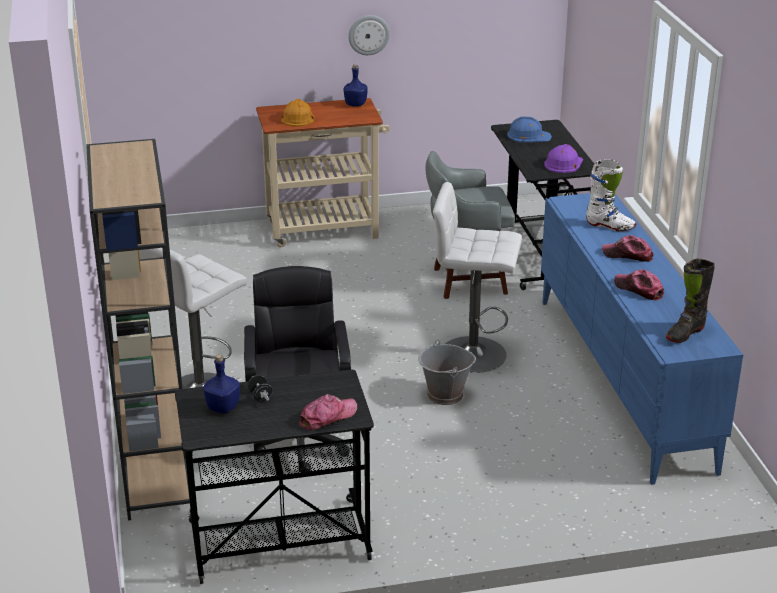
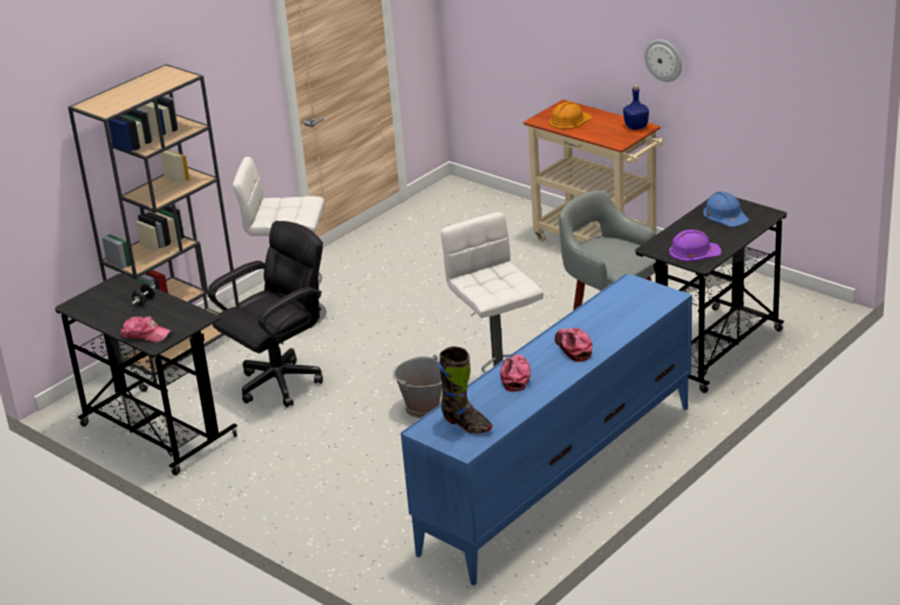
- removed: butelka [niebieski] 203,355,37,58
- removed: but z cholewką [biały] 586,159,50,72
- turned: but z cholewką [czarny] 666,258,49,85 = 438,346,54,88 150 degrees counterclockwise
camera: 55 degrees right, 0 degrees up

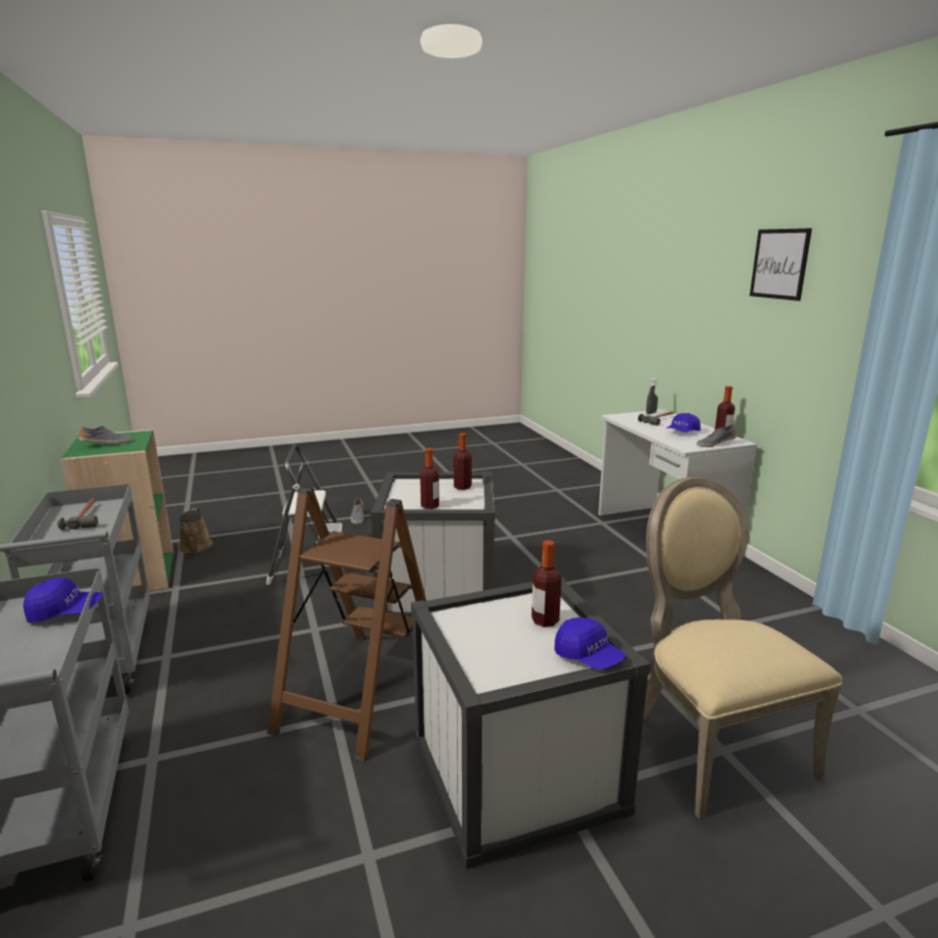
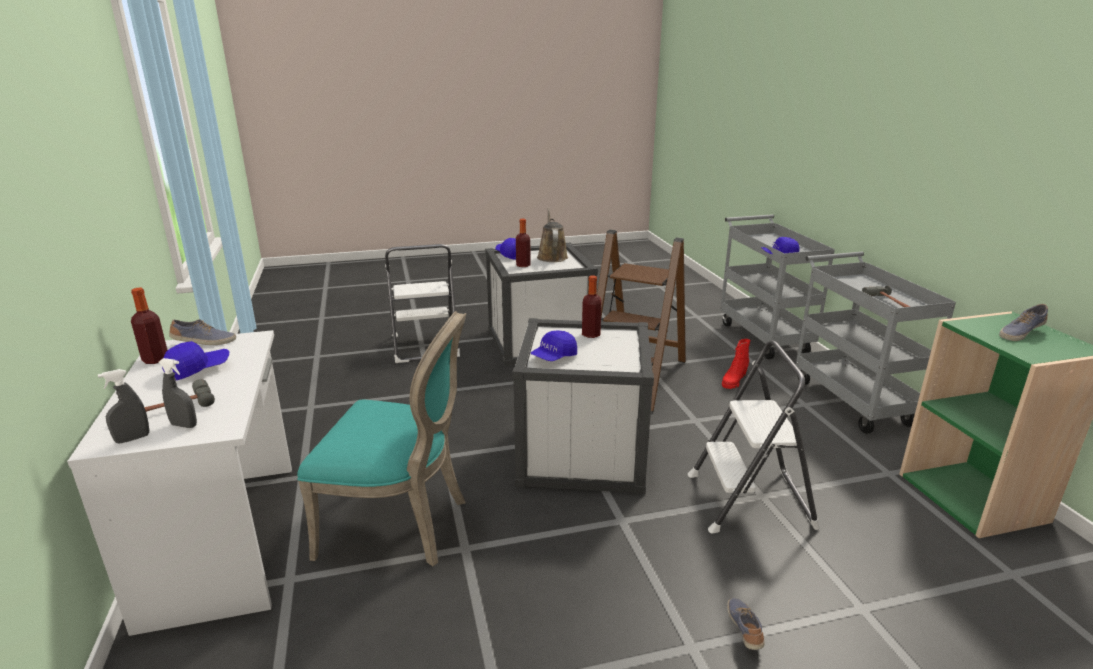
- moved: konewka [brązowy] 178,508,35,45 to 537,208,31,54
- replaced: butelka 454,433,18,57 to czapka z daszkiem [niebieski] 530,331,47,30
- replaced: krzesło [beżowy] 643,477,200,342 to drabinka [biały] 385,244,75,119
- removed: obraz 750,228,62,73
- added: spryskiwacz [szary] 159,358,38,70
- added: krzesło [turkusowy] 297,311,169,255
- added: but z cholewką [czerwony] 722,339,28,50
camera: 175 degrees left, 5 degrees up

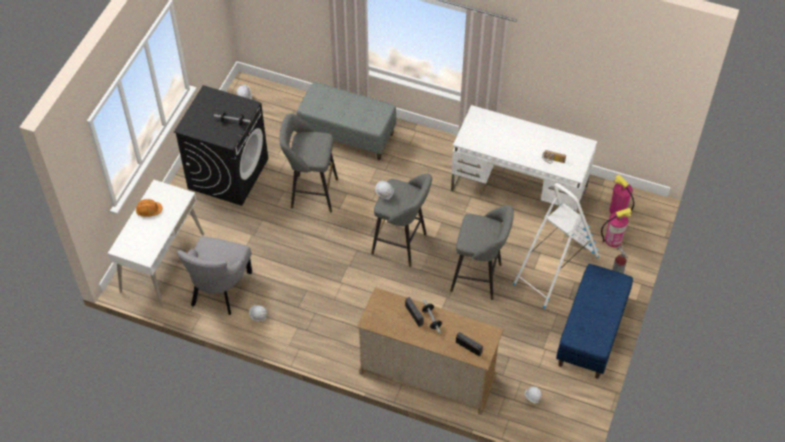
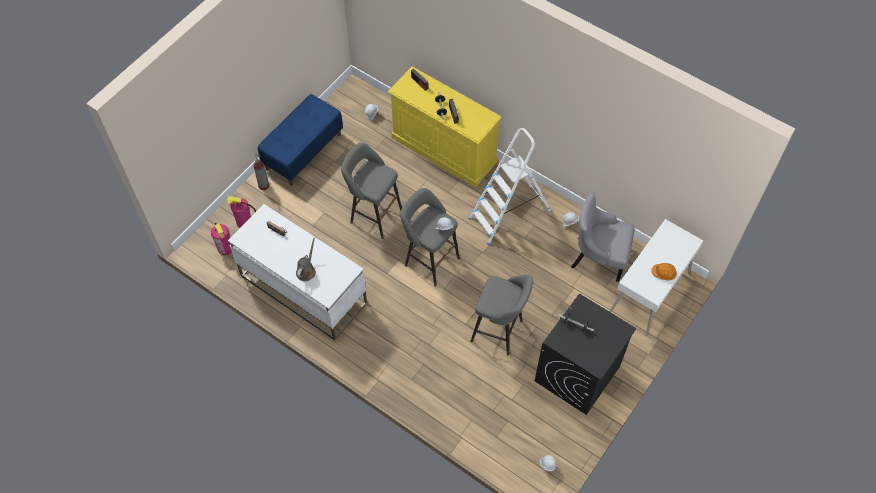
- turned: krzesło [szary] 177,236,75,79 = 571,192,63,90 105 degrees counterclockwise
- removed: ławka [szary] 297,82,99,78
- recoloured: szafka [brązowy] 357,287,147,128 to szafka [żółty] 388,67,114,121
- moved: drabinka [biały] 513,183,86,126 to 469,128,83,117
- added: konewka [brązowy] 296,237,20,44
camera: 165 degrees left, 5 degrees up

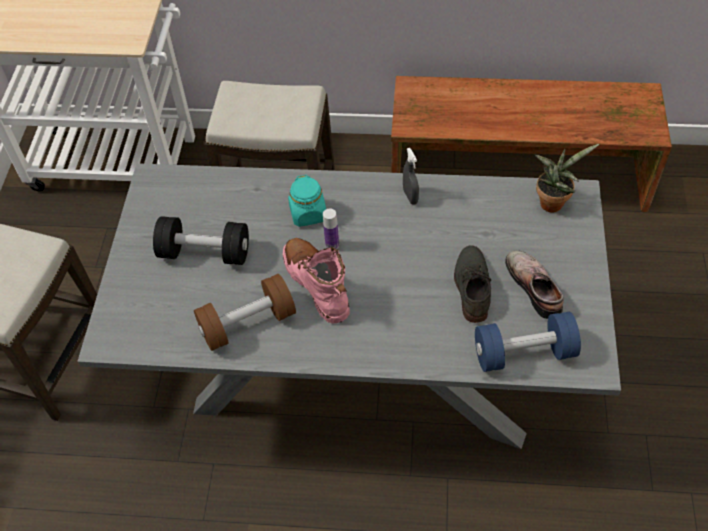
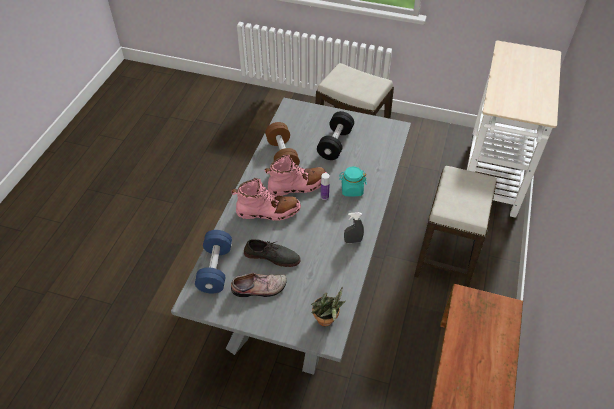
- added: but z cholewką [różowy] 231,178,70,43
camera: 100 degrees right, 5 degrees down

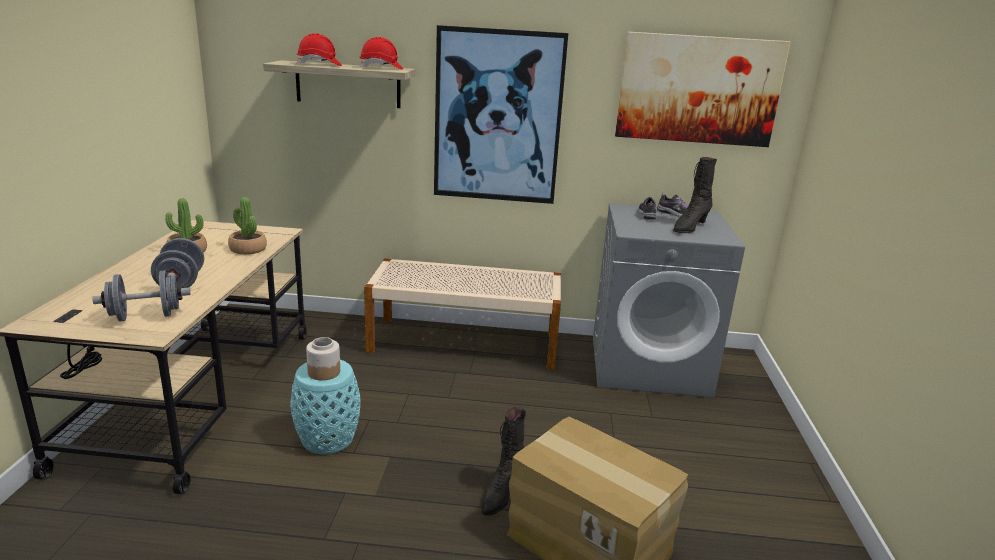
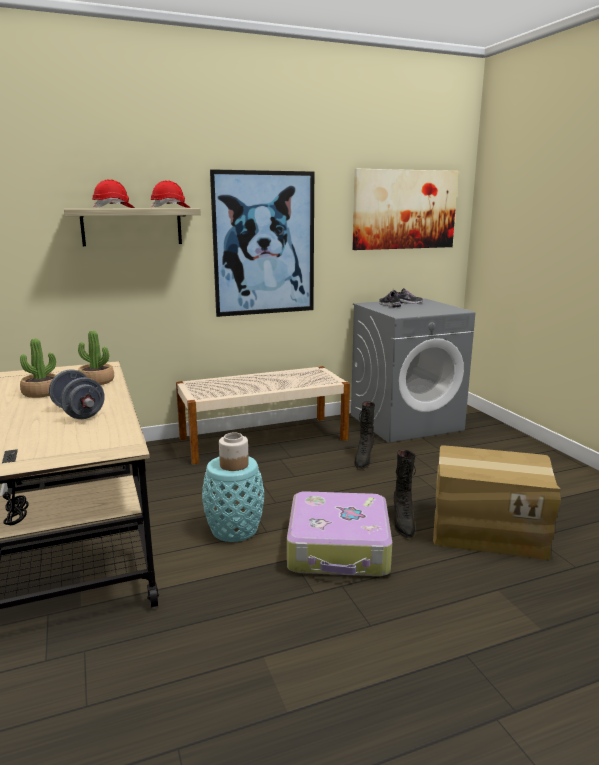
- removed: hantel [szary] 92,270,98,52
- moved: but z cholewką [czarny] 673,157,44,76 to 354,402,21,67
- added: walizka 287,491,105,85
camera: 25 degrees left, 5 degrees down

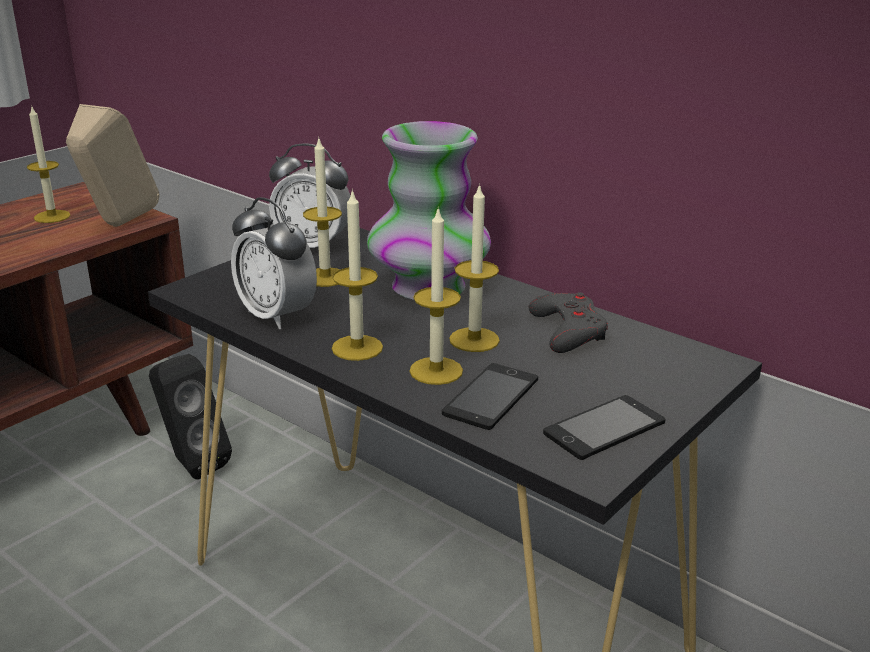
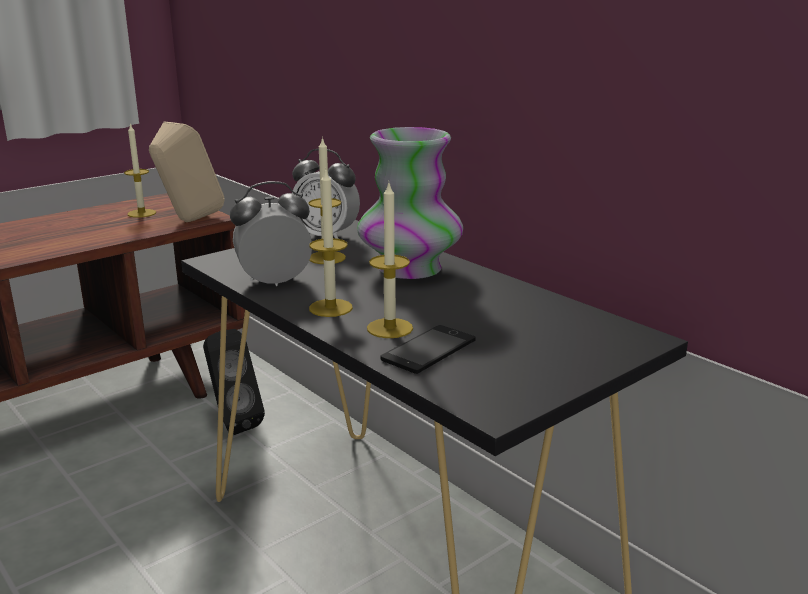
- turned: budzik 231,197,86,132 = 230,181,82,105 105 degrees clockwise
- removed: świeca 449,183,51,169
- removed: pad do gier [szary] 528,292,80,61
- removed: telefon 543,395,122,65
camera: 10 degrees right, 5 degrees down

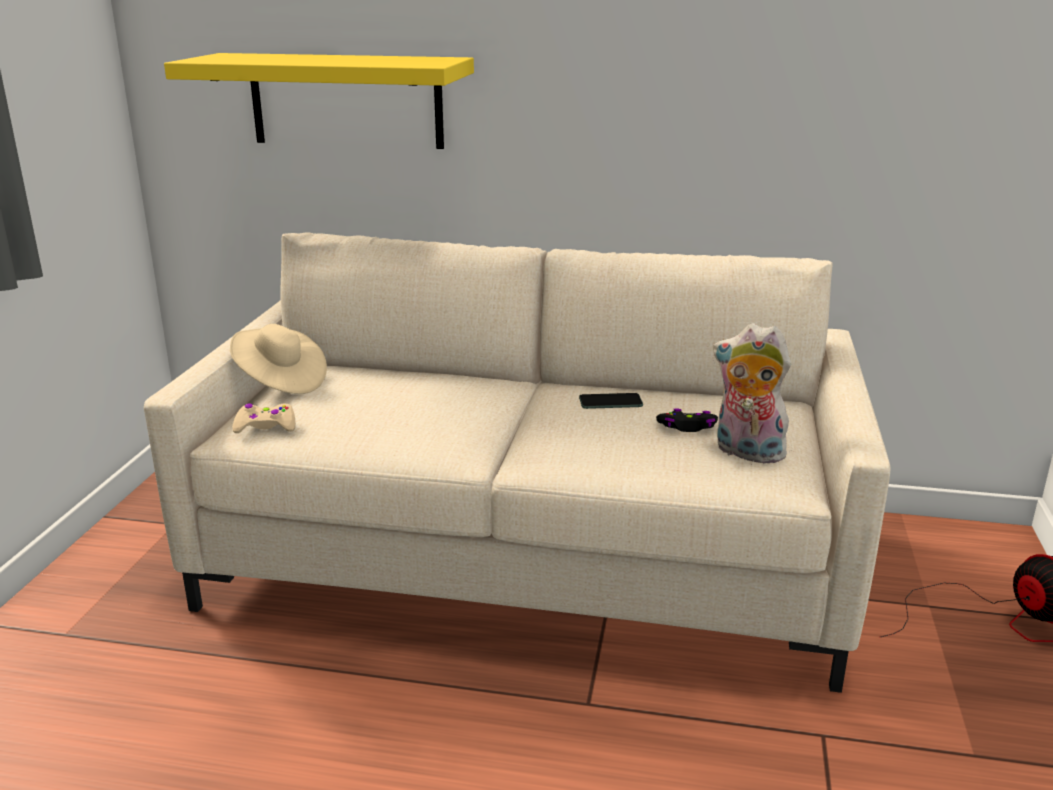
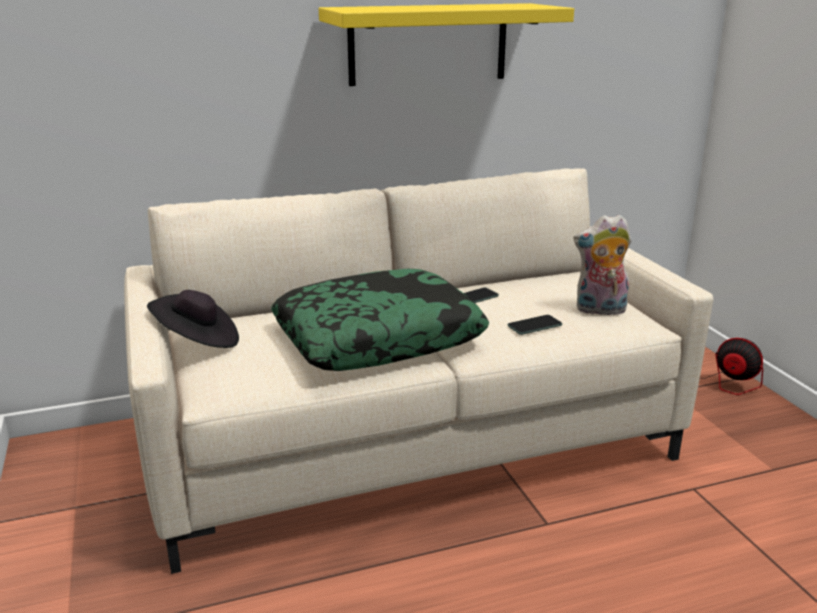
- moved: półka [żółty] 164,53,310,96 to 319,3,255,83
- recoloured: kapelusz [beżowy] 230,324,97,70 to kapelusz [czarny] 147,290,92,58
- removed: pad do gier [beżowy] 232,403,63,30
- removed: pad do gier [czarny] 656,408,62,24
- added: poduszka 271,269,218,102
- added: telefon 507,315,55,20
camera: 30 degrees left, 0 degrees up

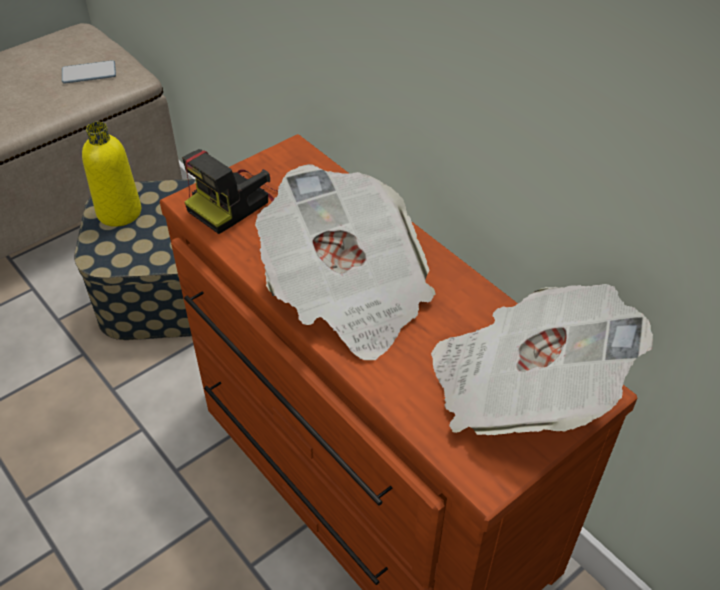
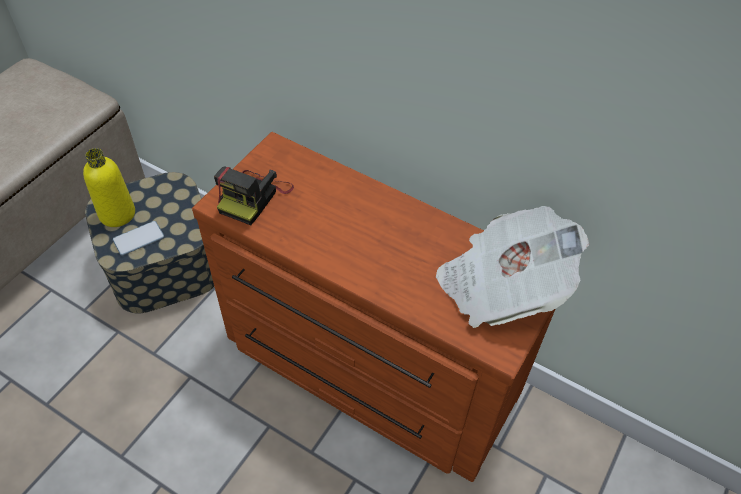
- moved: telefon 62,60,54,24 to 113,221,51,35
- removed: gazeta 255,164,181,196
camera: 20 degrees left, 5 degrees up

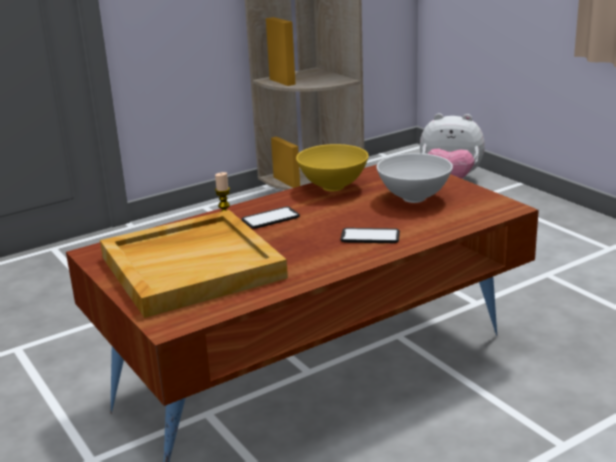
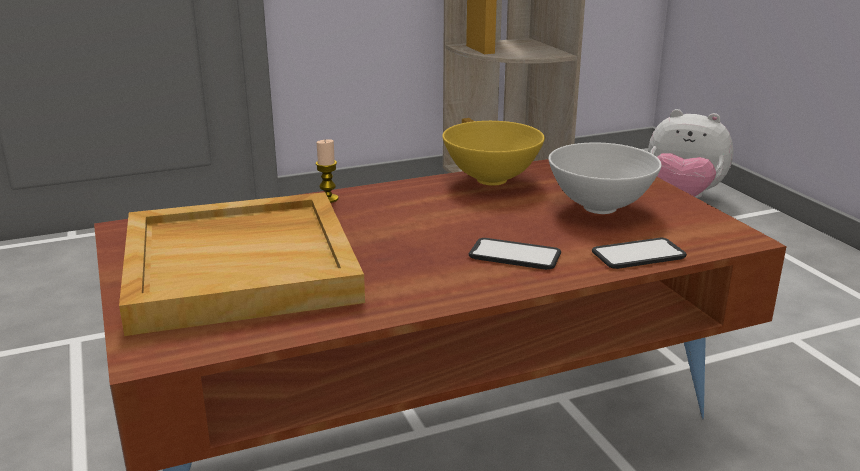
- moved: telefon 241,207,59,22 to 592,238,95,31
camera: 10 degrees right, 0 degrees up

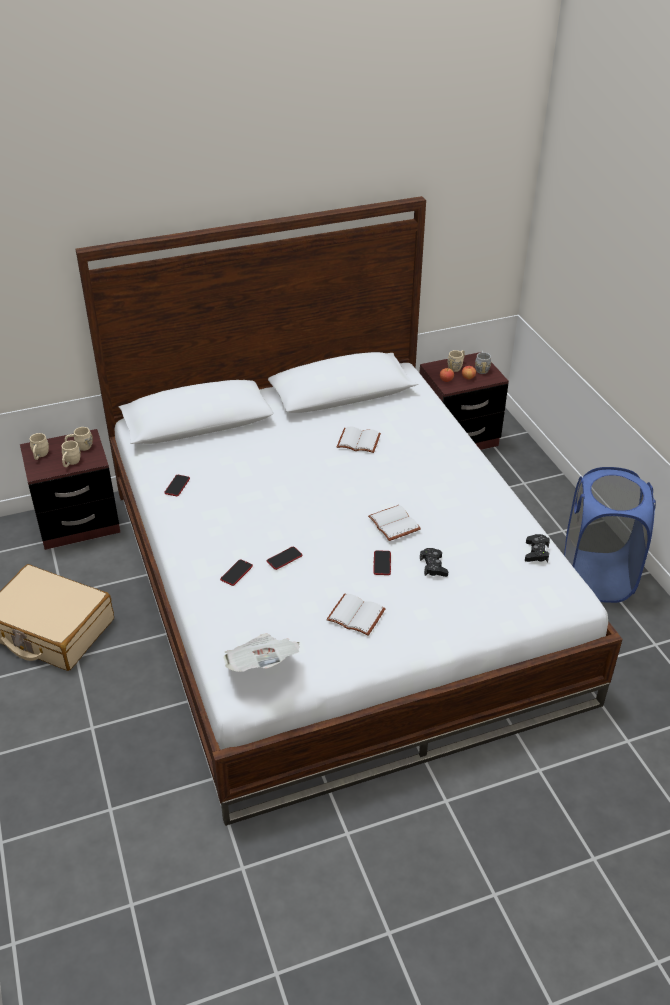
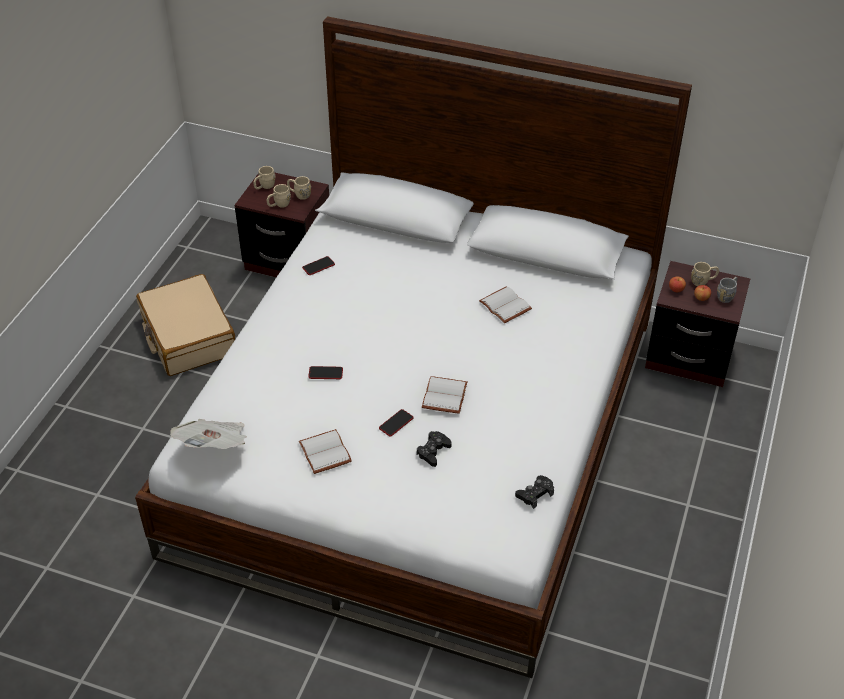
- removed: telefon 220,559,33,27
- removed: kosz na pranie [niebieski] 564,467,92,136
camera: 40 degrees right, 5 degrees up

